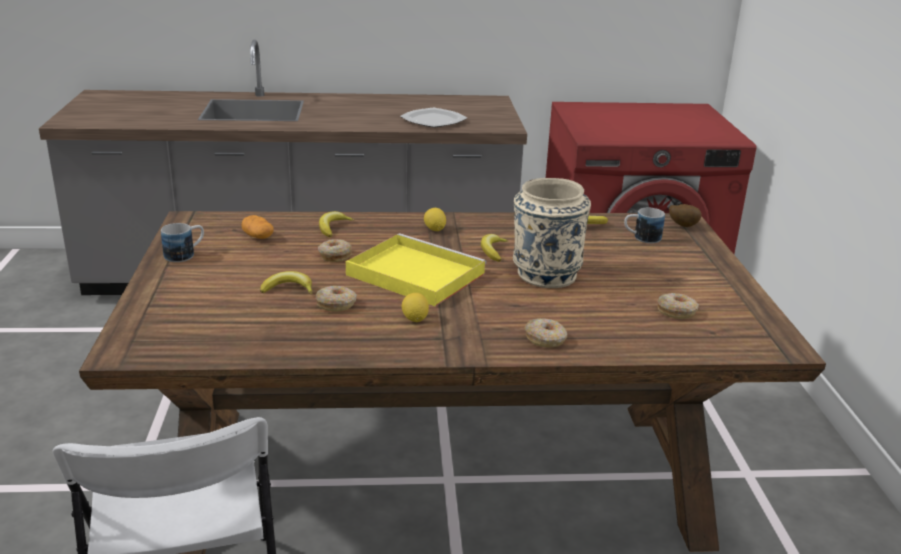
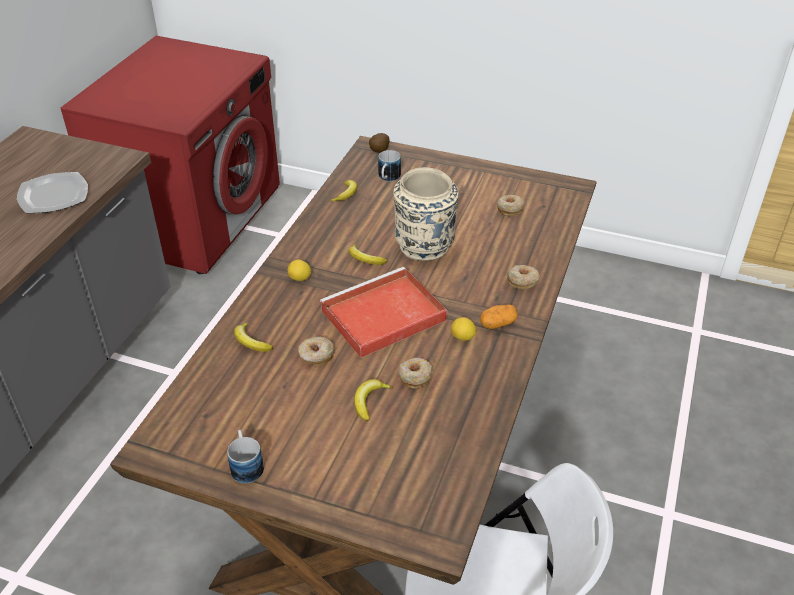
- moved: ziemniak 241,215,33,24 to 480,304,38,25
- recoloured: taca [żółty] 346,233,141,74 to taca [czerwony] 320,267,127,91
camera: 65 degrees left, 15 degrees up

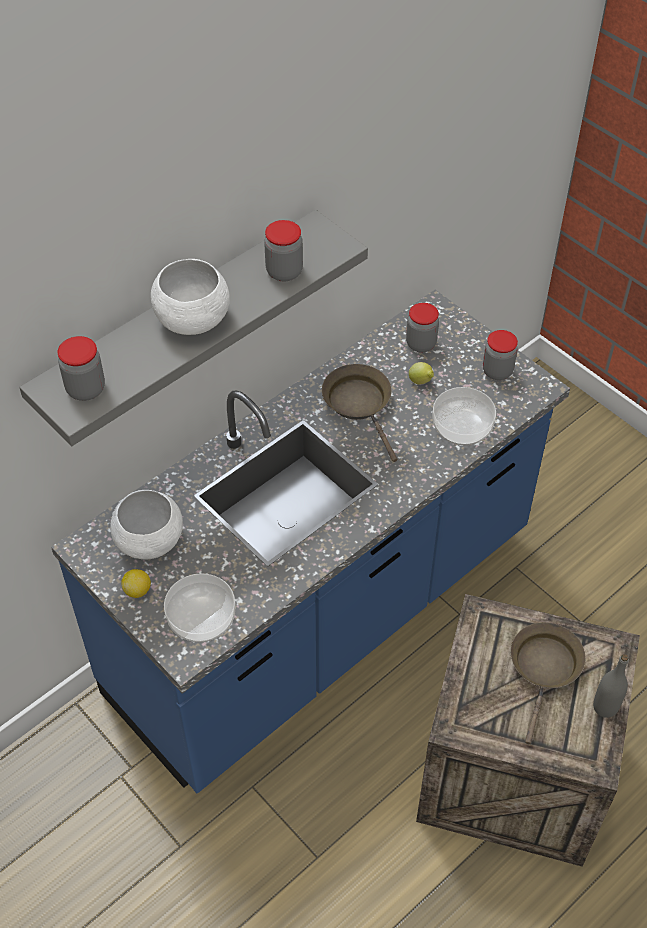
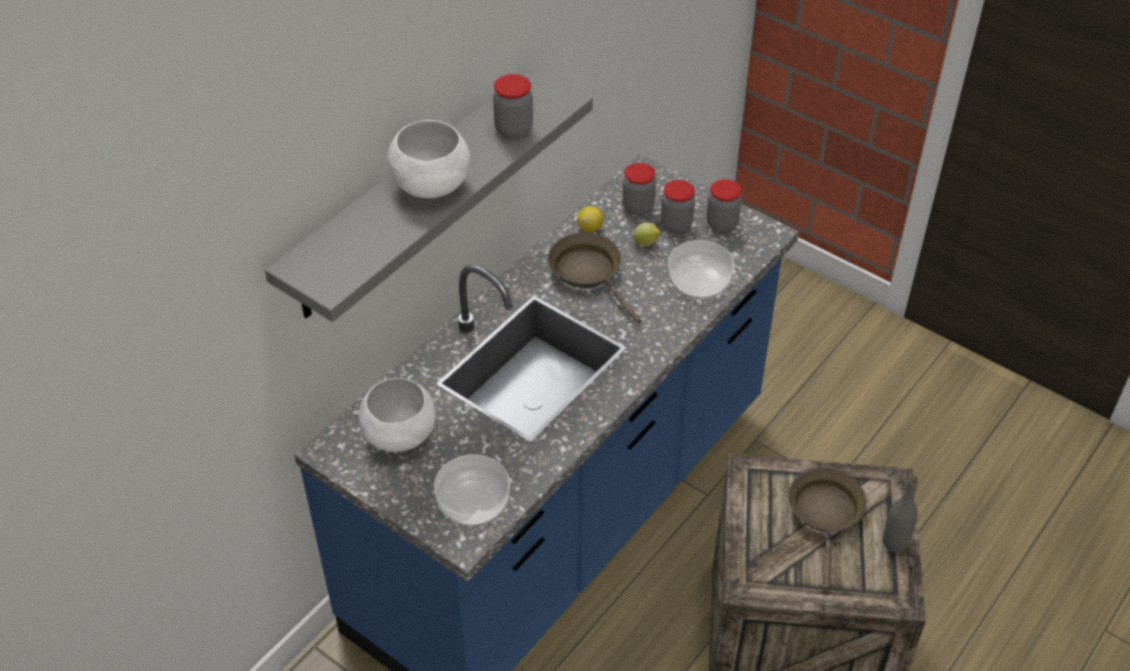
- moved: słoik 58,336,47,65 to 661,180,34,53
- moved: cytryna 121,569,30,29 to 578,206,26,26
camera: 10 degrees left, 5 degrees down

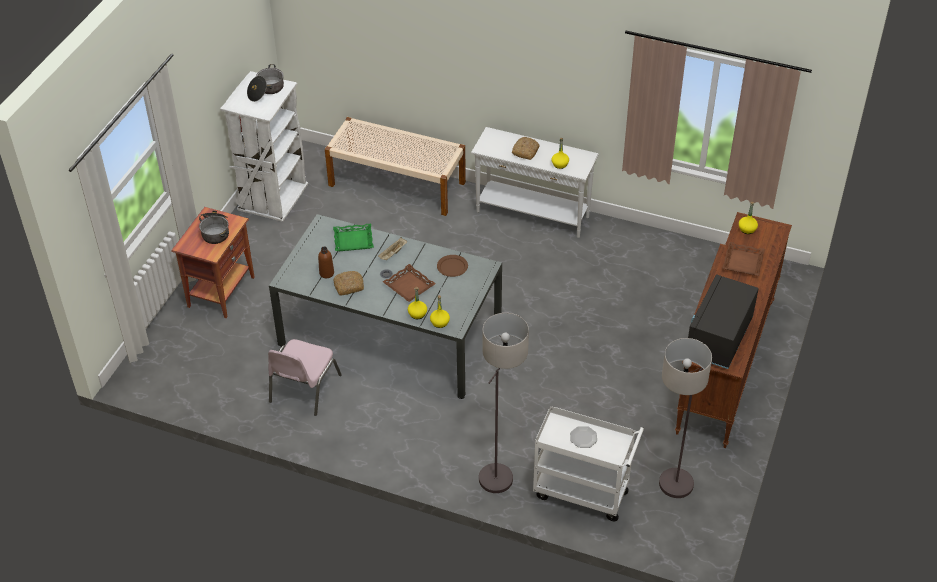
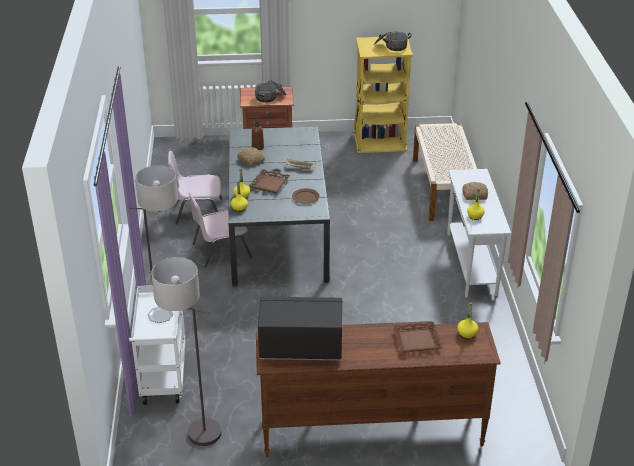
- recoloured: regał [biały] 220,71,88,151 to regał [żółty] 354,36,59,117
- removed: taca [zielony] 333,224,41,27
- added: krzesło [różowy] 188,192,64,76
camera: 65 degrees right, 10 degrees down

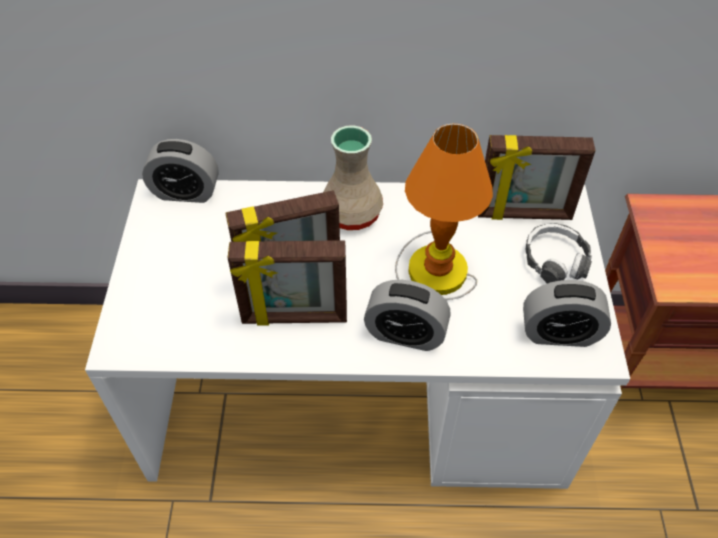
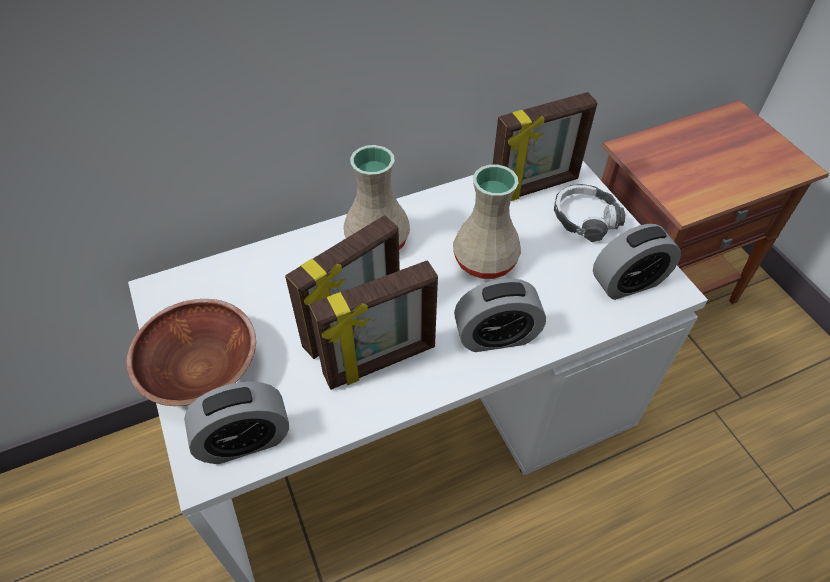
- moved: budzik 142,139,76,64 to 184,382,105,82
- replaced: lampa stołowa 395,124,98,176 to wazon [beżowy] 453,165,68,114
- added: miska [brązowy] 126,299,130,107
camera: 25 degrees left, 0 degrees up

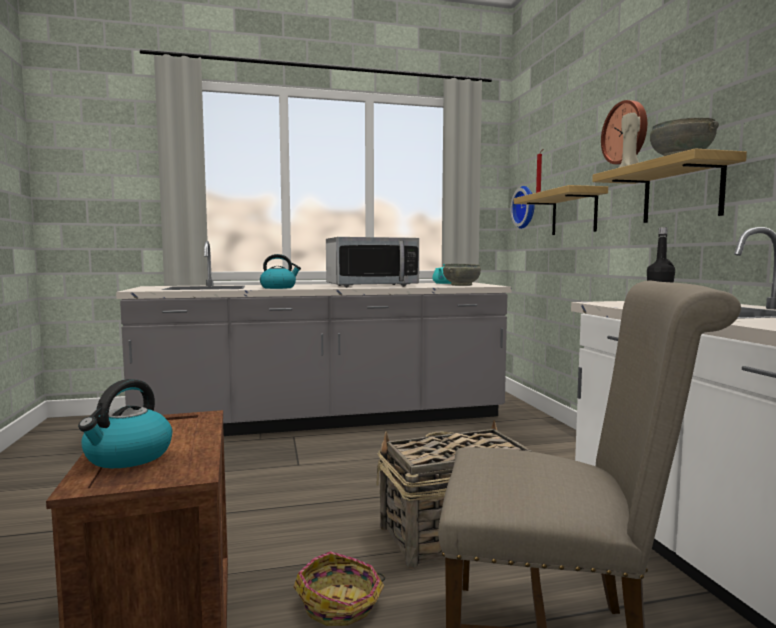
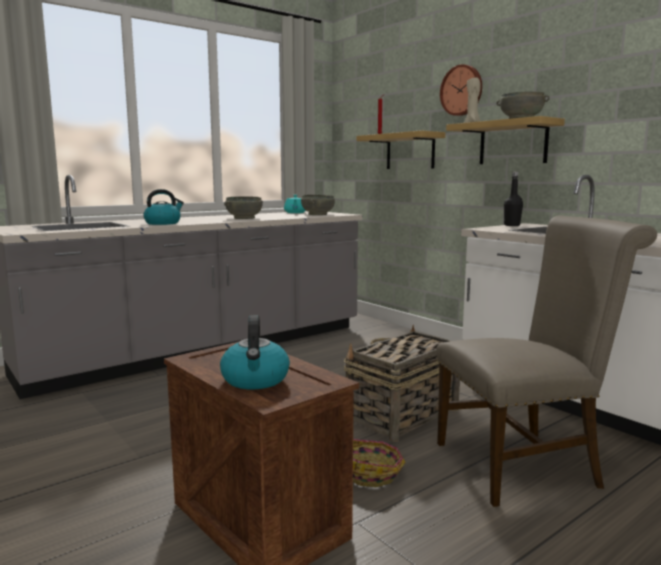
- replaced: mikrofalówka 326,237,93,51 to miska [szary] 224,196,39,23
- removed: zegar ścienny 510,186,25,43
camera: 25 degrees left, 5 degrees up

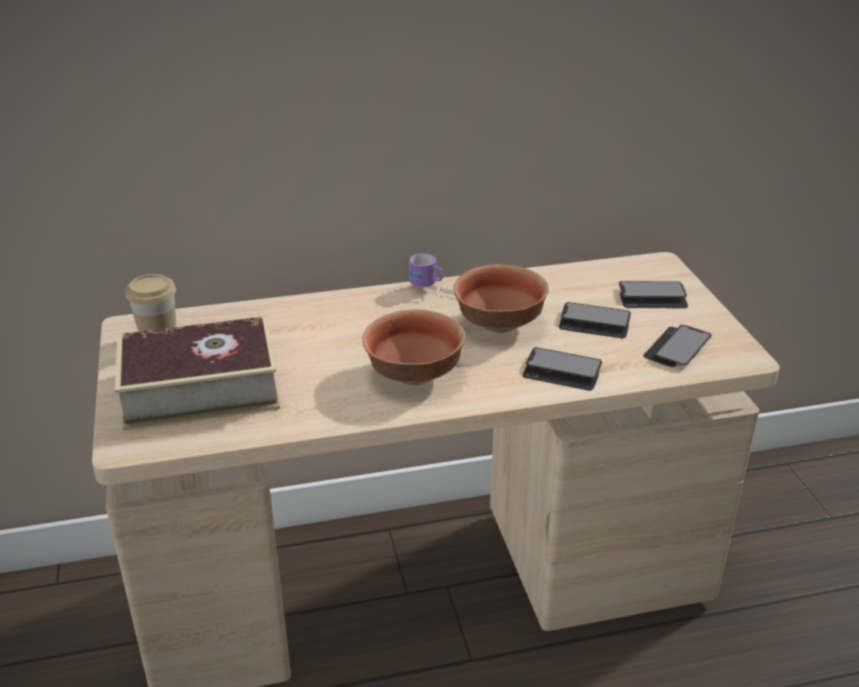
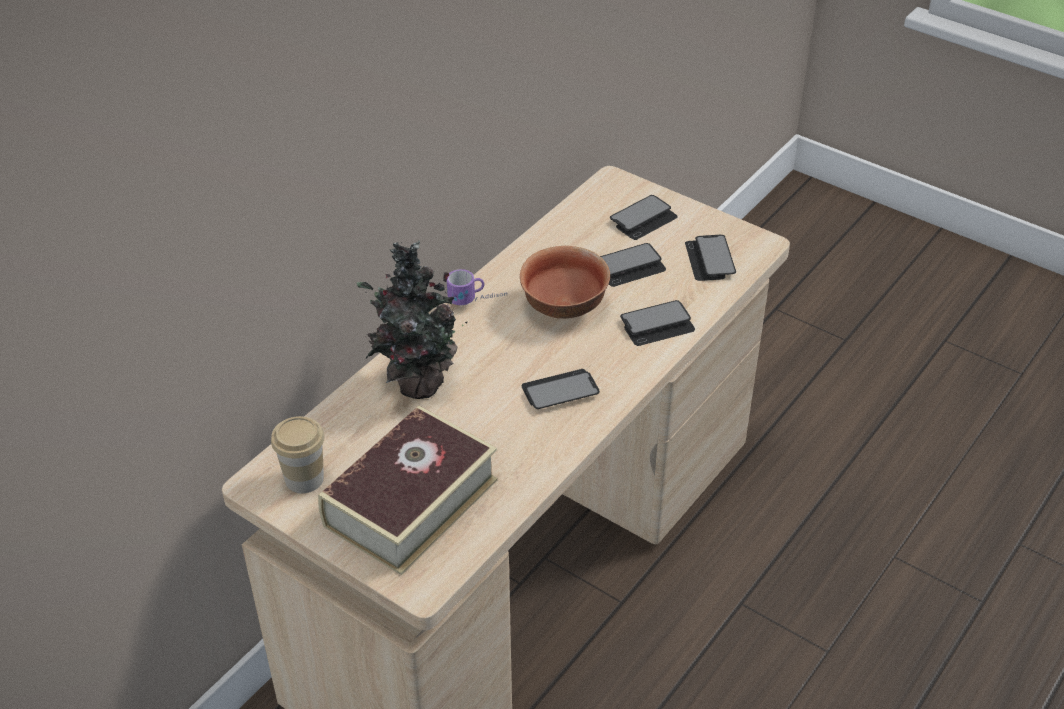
- replaced: miska 362,309,104,76 to telefon 522,369,78,40
- added: roślina doniczkowa 357,241,110,158
camera: 40 degrees left, 10 degrees up

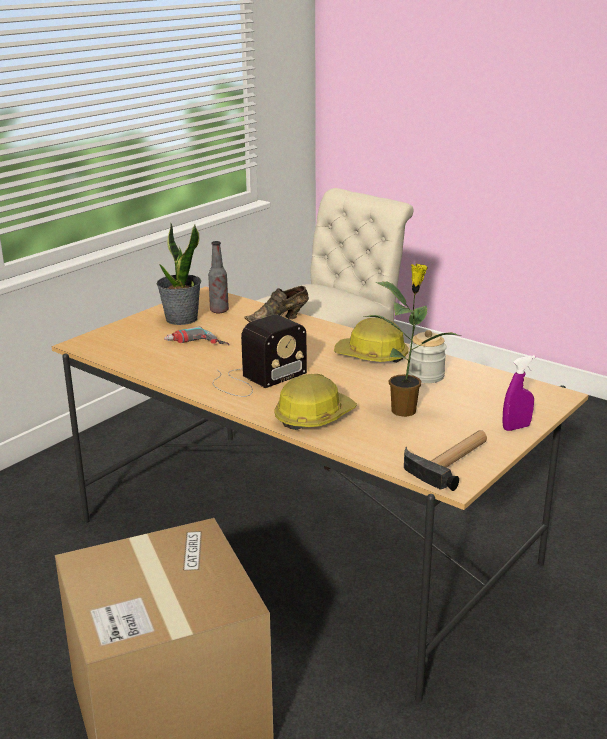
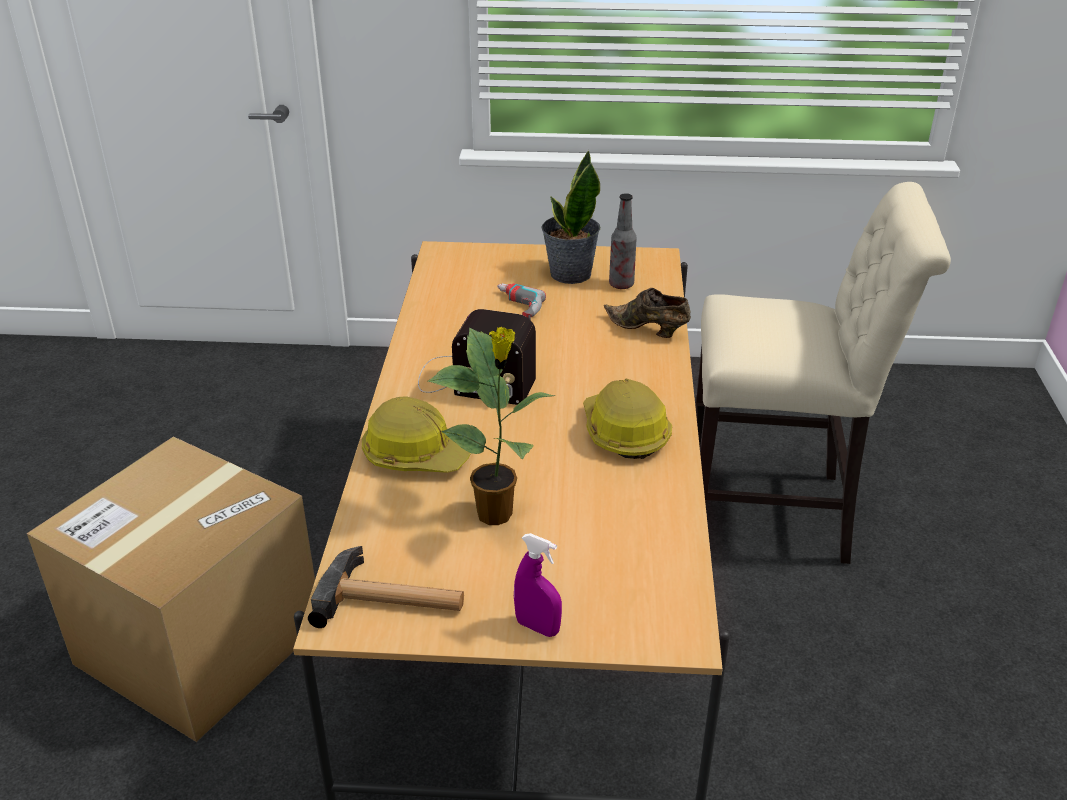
- removed: słoik 408,330,39,53
camera: 55 degrees right, 10 degrees up

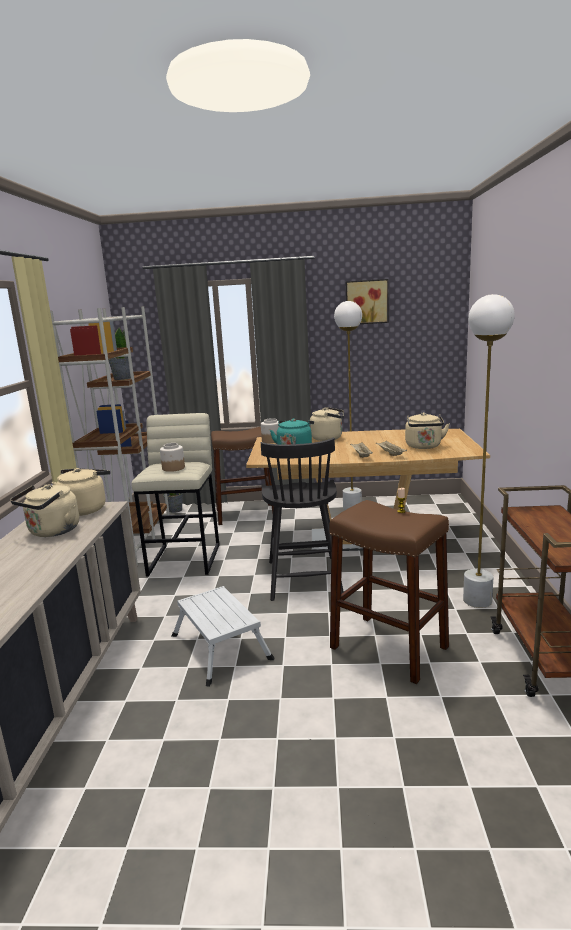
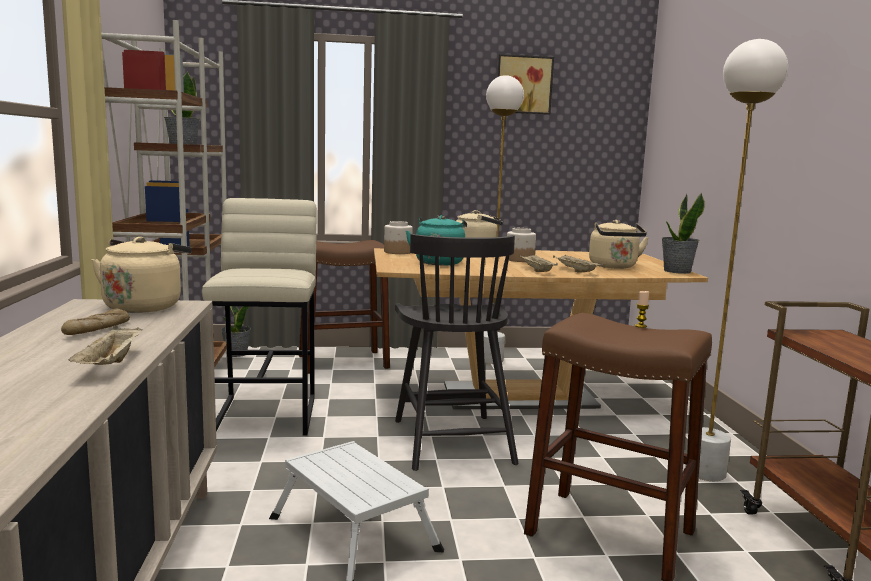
- replaced: czajnik [beżowy] 10,484,69,53 to chleb 61,309,69,26
- moved: słoik 160,443,25,29 to 507,228,29,34
- added: taca [beżowy] 68,325,74,40
- added: roślina doniczkowa 661,192,44,82
camera: 10 degrees left, 5 degrees down

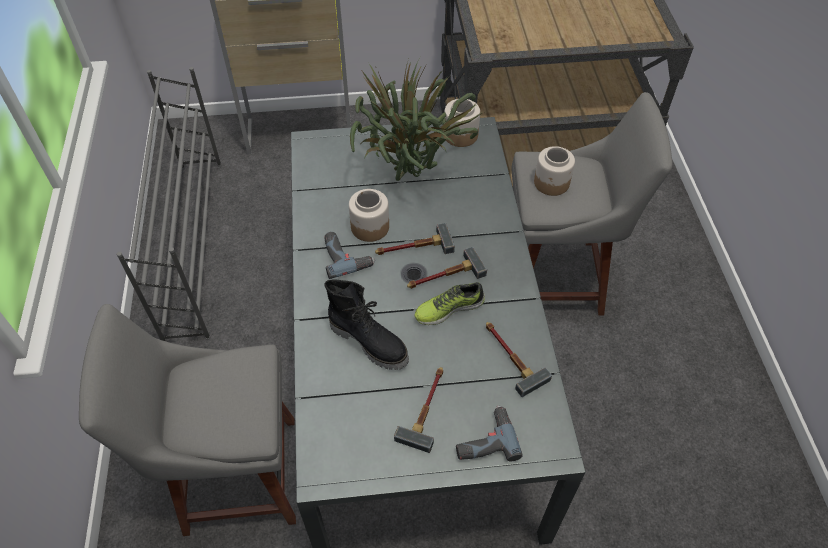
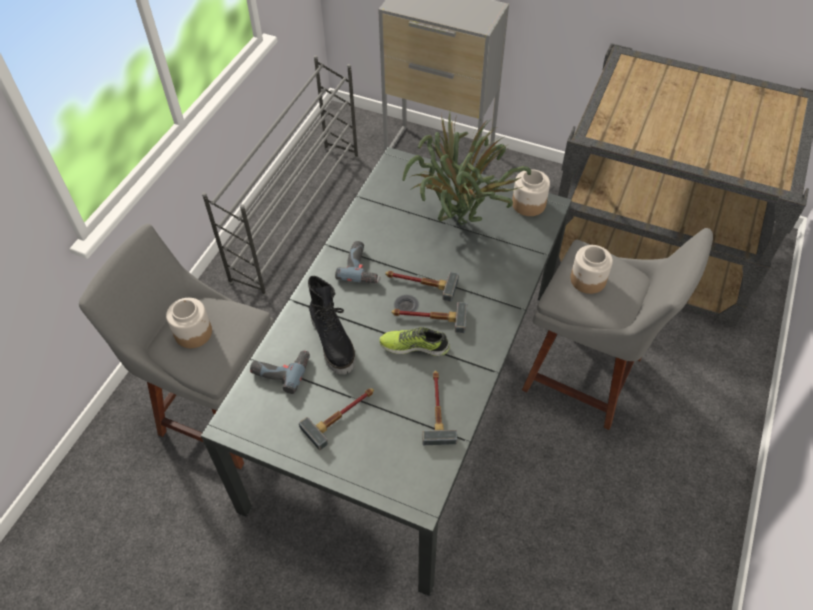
- moved: słoik 349,189,40,53 to 166,298,46,50
- moved: wiertarka 456,405,67,56 to 250,350,60,44
camera: 30 degrees right, 0 degrees up

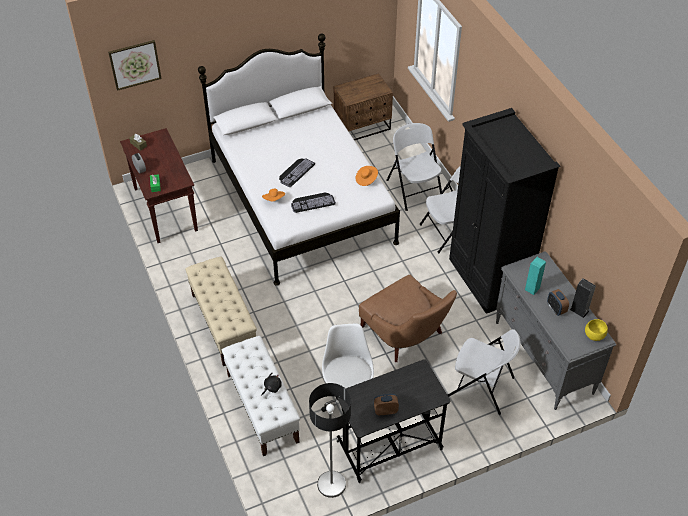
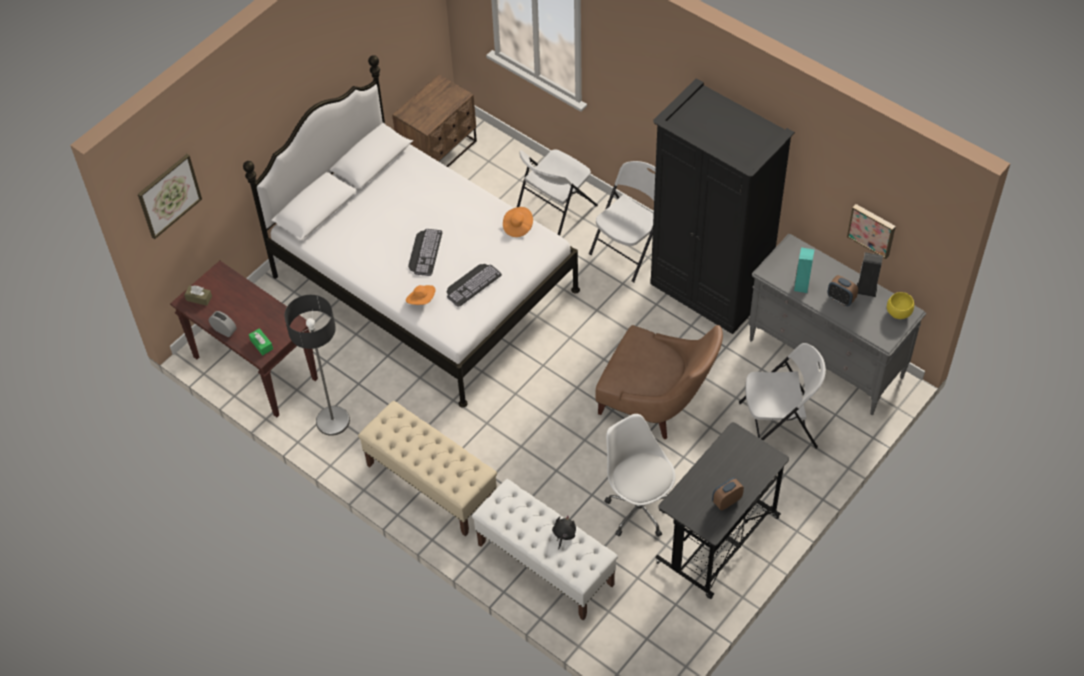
- moved: lampa stojąca 309,383,42,115 to 285,295,65,141
- turned: krzesło [biały] 386,123,56,88 = 517,149,81,87 90 degrees counterclockwise
- added: obraz 847,204,49,55
camera: 25 degrees left, 5 degrees up

